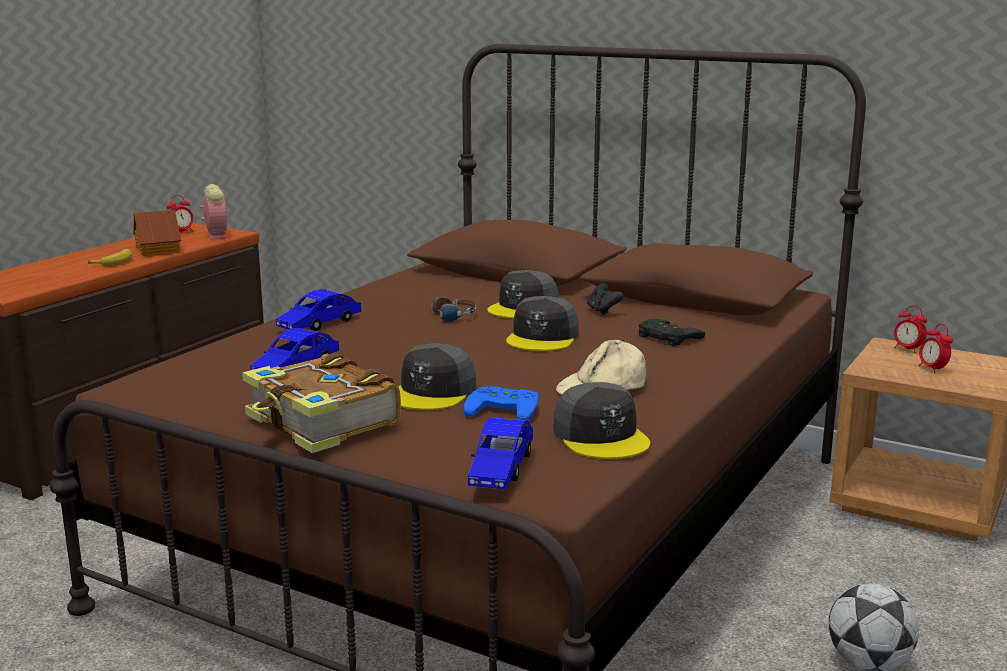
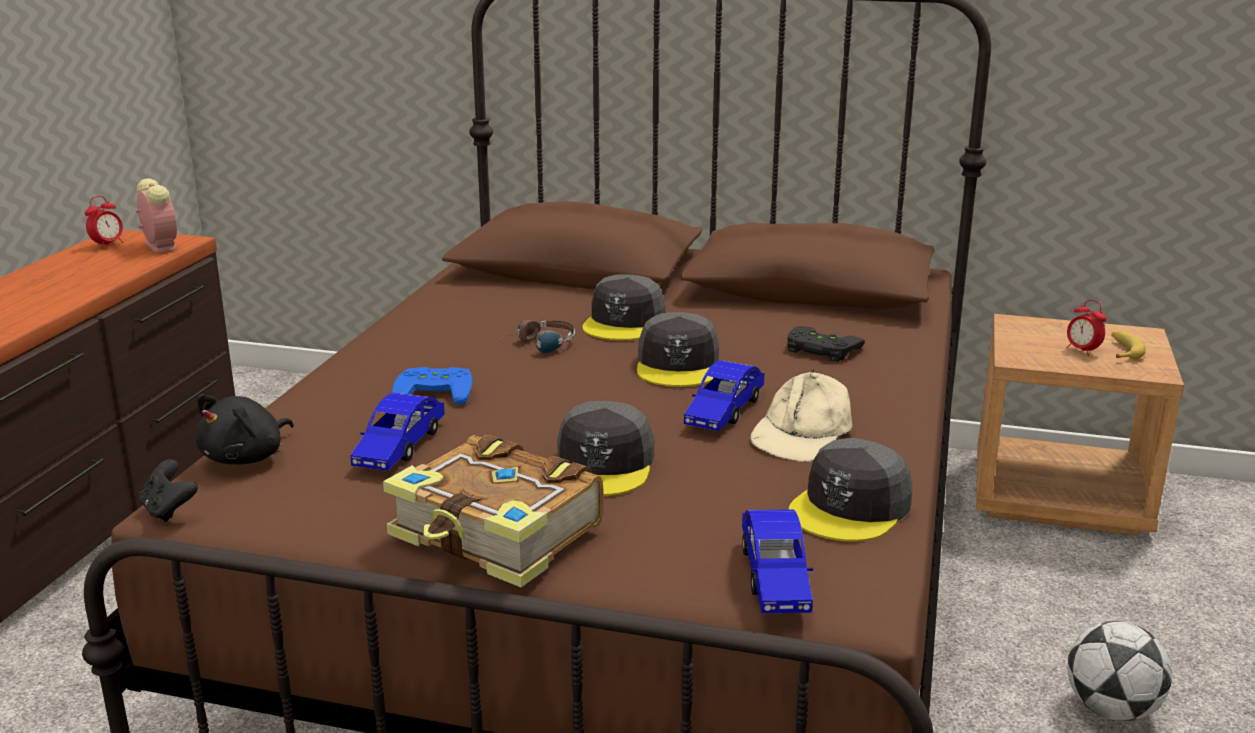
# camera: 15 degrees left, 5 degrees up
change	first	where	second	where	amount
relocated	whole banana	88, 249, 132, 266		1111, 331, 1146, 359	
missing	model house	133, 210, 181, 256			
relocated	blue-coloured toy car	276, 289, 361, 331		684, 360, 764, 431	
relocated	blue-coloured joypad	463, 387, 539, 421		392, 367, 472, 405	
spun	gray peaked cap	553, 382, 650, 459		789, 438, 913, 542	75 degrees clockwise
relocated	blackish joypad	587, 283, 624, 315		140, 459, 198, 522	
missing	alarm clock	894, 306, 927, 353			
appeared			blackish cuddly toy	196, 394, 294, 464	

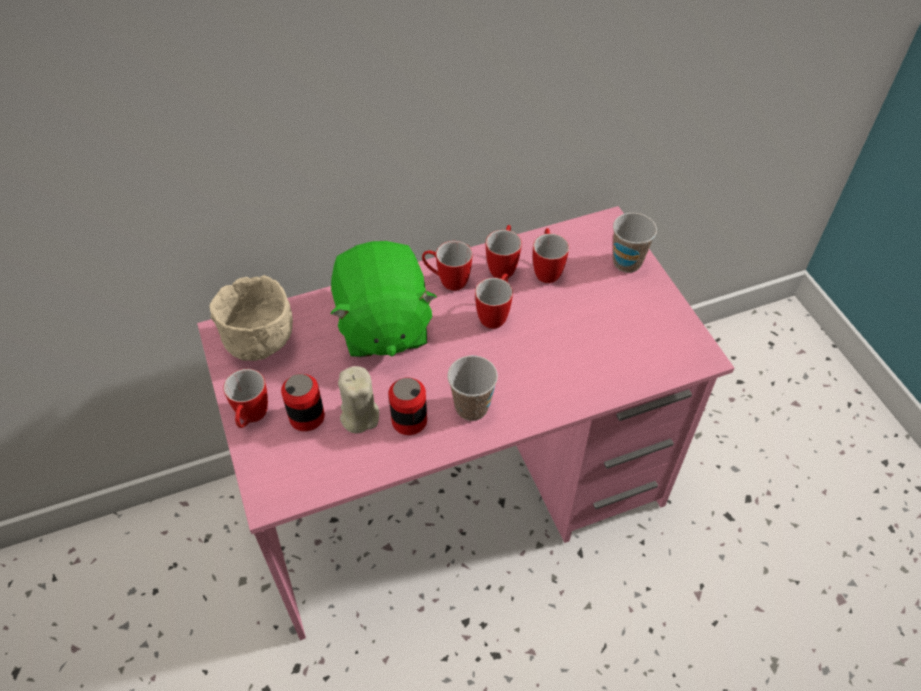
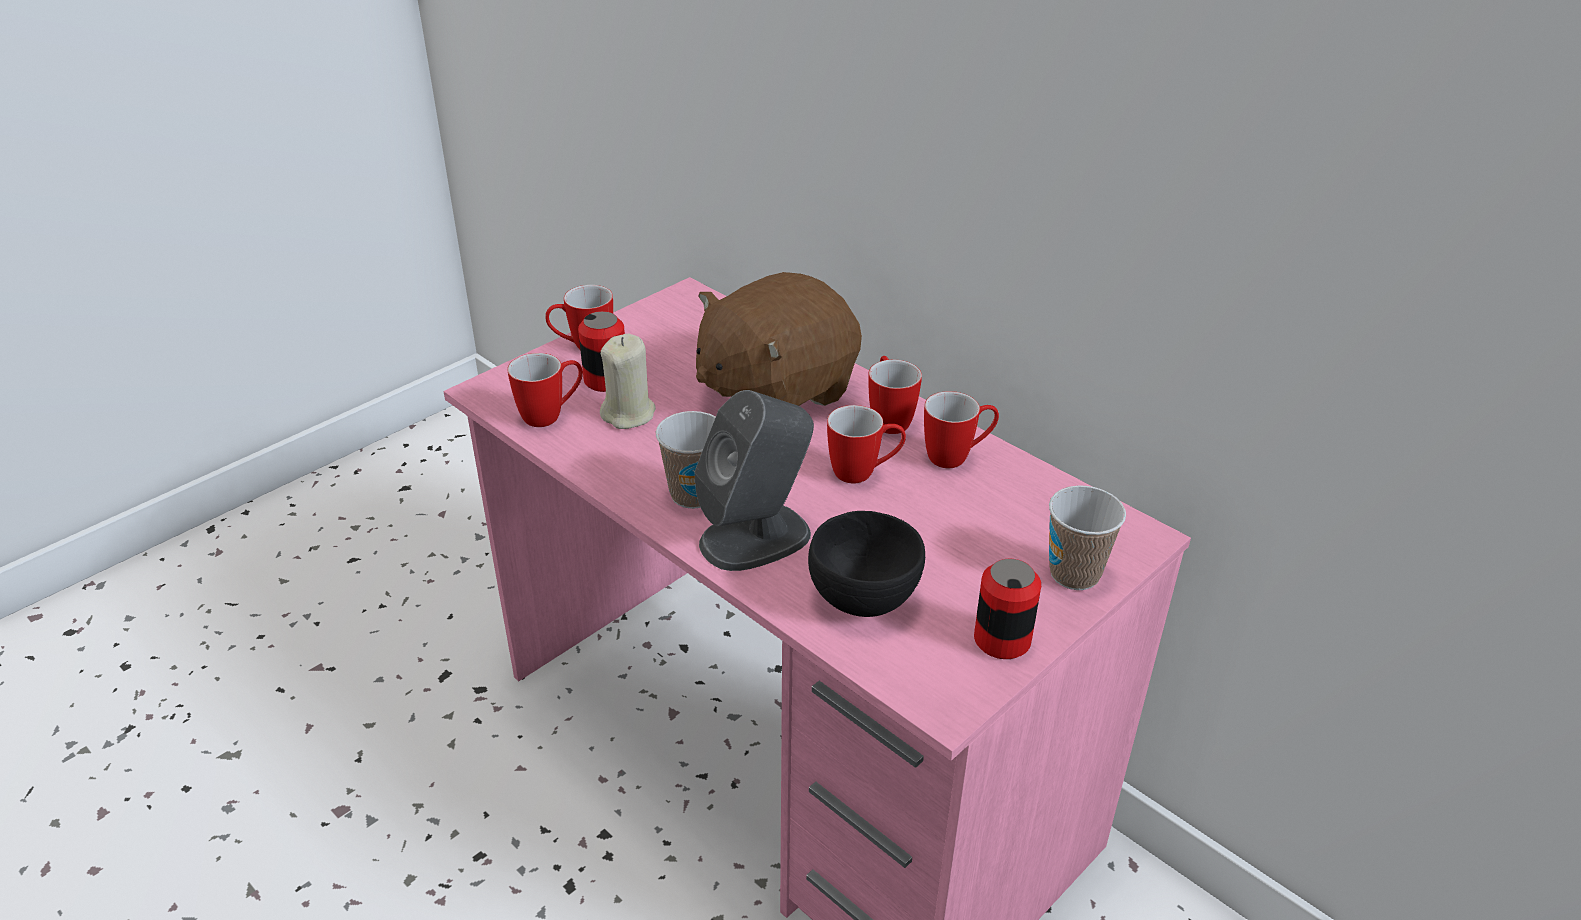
# camera: 65 degrees right, 15 degrees down
change	first	where	second	where	amount
missing	beige-coloured bowl	210, 275, 293, 361			
colour	green-coloured cuddly toy	330, 241, 437, 358	brown-coloured cuddly toy	696, 272, 862, 406	
relocated	sealed can	389, 378, 427, 435		974, 559, 1041, 659	
relocated	mug	533, 228, 569, 283		507, 353, 583, 427	
appeared			gray speaker	694, 390, 814, 571	
appeared			blackish bowl	808, 511, 925, 617	

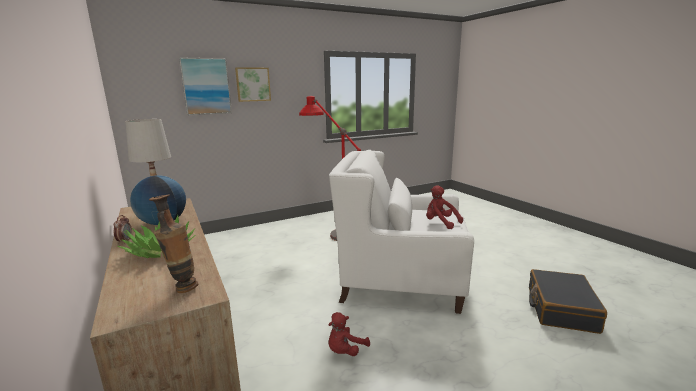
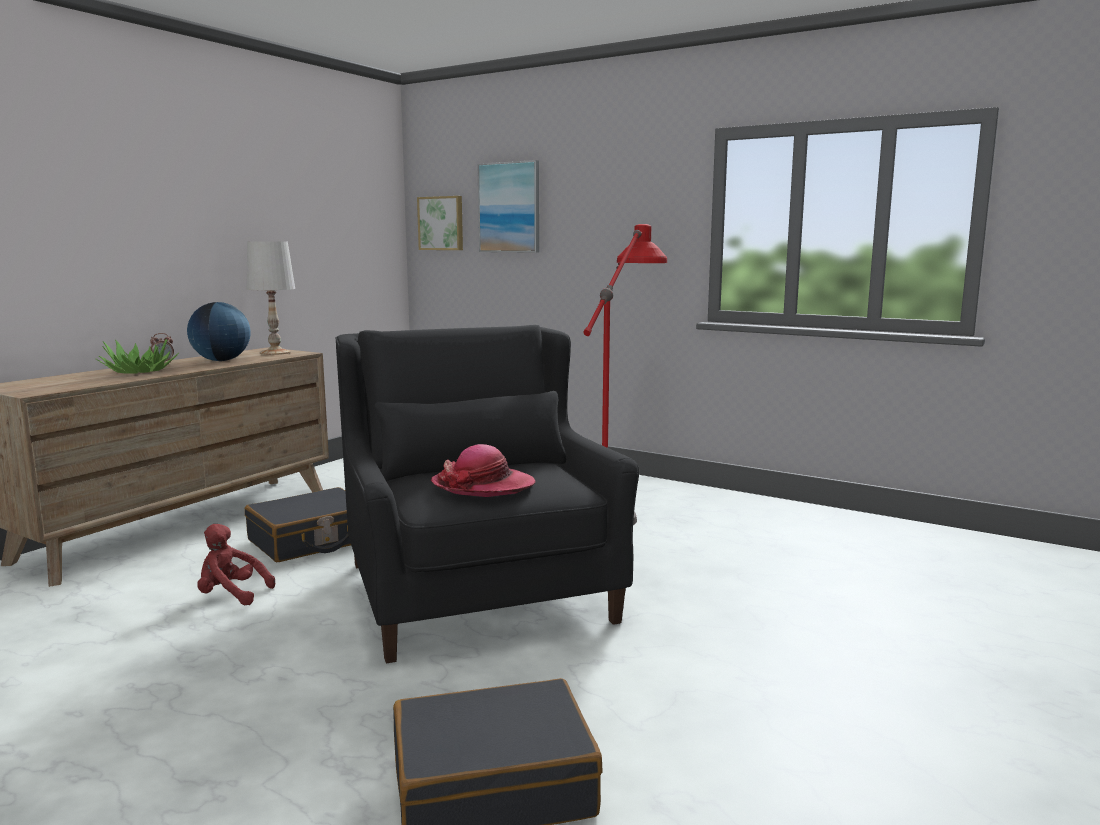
# camera: 60 degrees right, 5 degrees down
change	first	where	second	where	amount
missing	flower vase	149, 195, 198, 293			
relocated	picture	235, 67, 271, 102		417, 196, 463, 250	
colour	white-coloured armchair	329, 150, 474, 314	blackish armchair	335, 325, 639, 663	
exchanged	red cuddly toy	426, 185, 463, 229	wearable hat	431, 444, 535, 497	
appeared			blackish piece of luggage	245, 487, 351, 562	

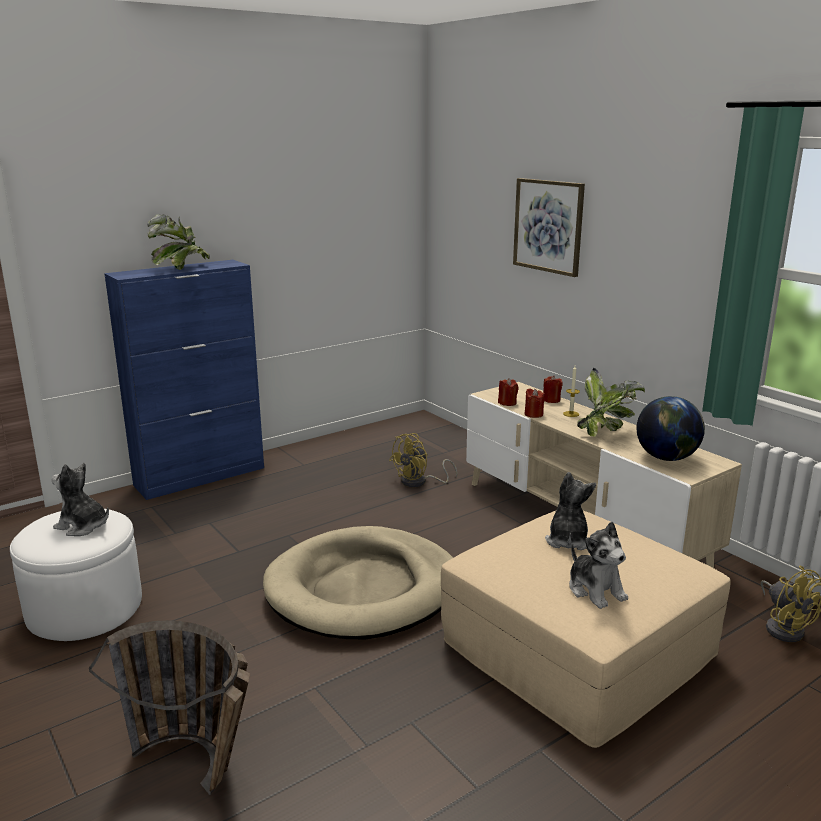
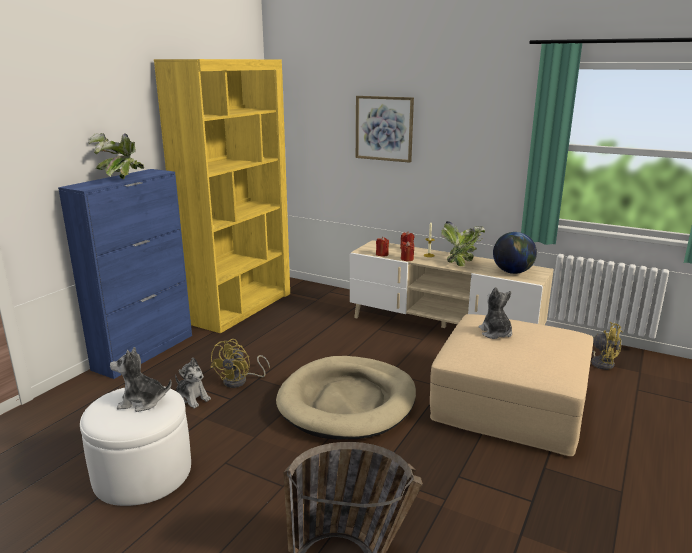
# camera: 25 degrees left, 0 degrees up
change	first	where	second	where	amount
relocated	yellow cooling fan	389, 433, 457, 487		210, 339, 270, 388	
relocated	cuddly toy	569, 522, 628, 609		175, 357, 211, 408	
appeared			yellow bookcase	154, 59, 290, 333	

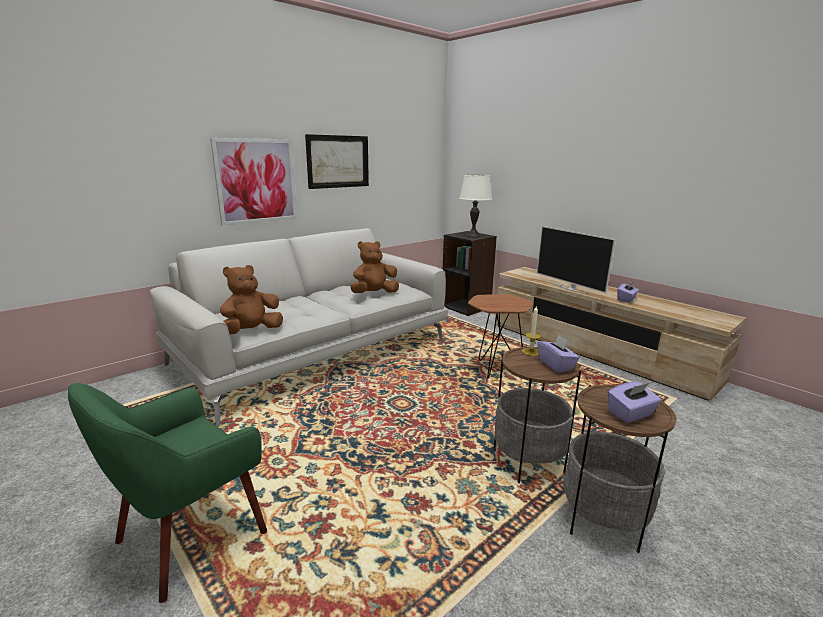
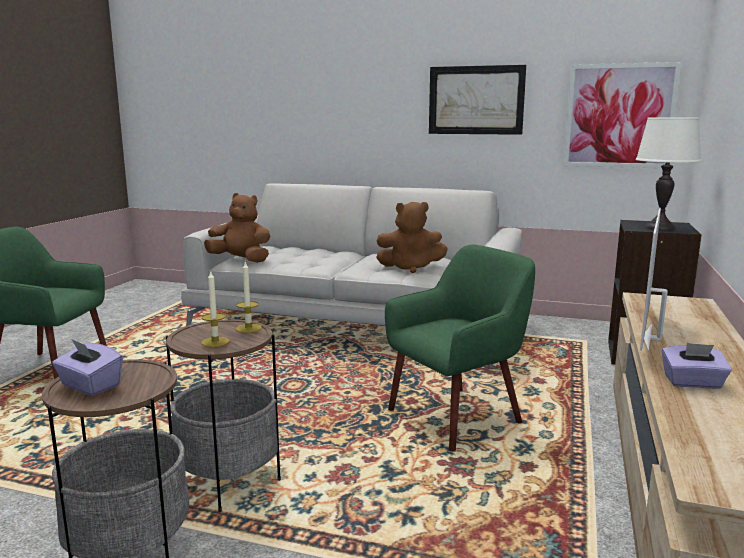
# camera: 60 degrees right, 5 degrees down
change	first	where	second	where	amount
relocated	picture	210, 138, 297, 226		563, 62, 682, 168	
spun	brown-coloured cuddly toy	350, 241, 399, 293		376, 202, 448, 273	150 degrees clockwise
exchanged	brown-coloured accent table	468, 295, 533, 379	green-coloured armchair	385, 245, 535, 451	
exchanged	purple-coloured box of tissues	538, 335, 579, 373	wax candle	201, 270, 229, 347	

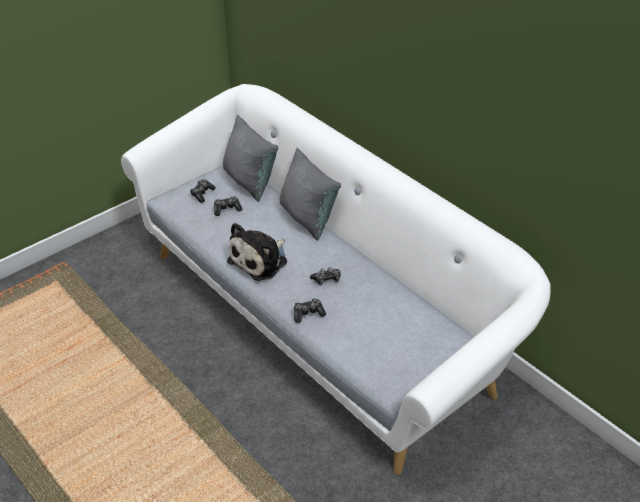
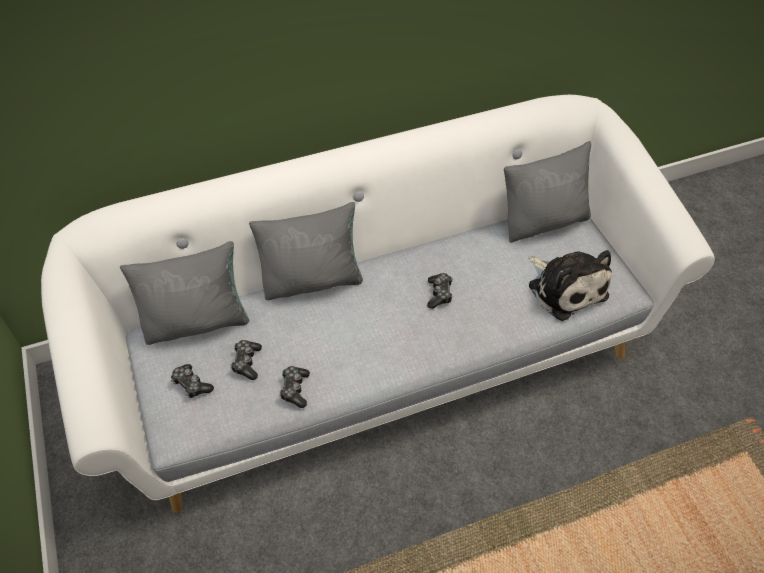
# camera: 70 degrees left, 10 degrees up
change	first	where	second	where	amount
relocated	cuddly toy	227, 223, 287, 281		529, 250, 612, 321	
relocated	joypad	294, 298, 326, 323		279, 366, 310, 408	
appeared			gray throw pillow	504, 141, 591, 243	

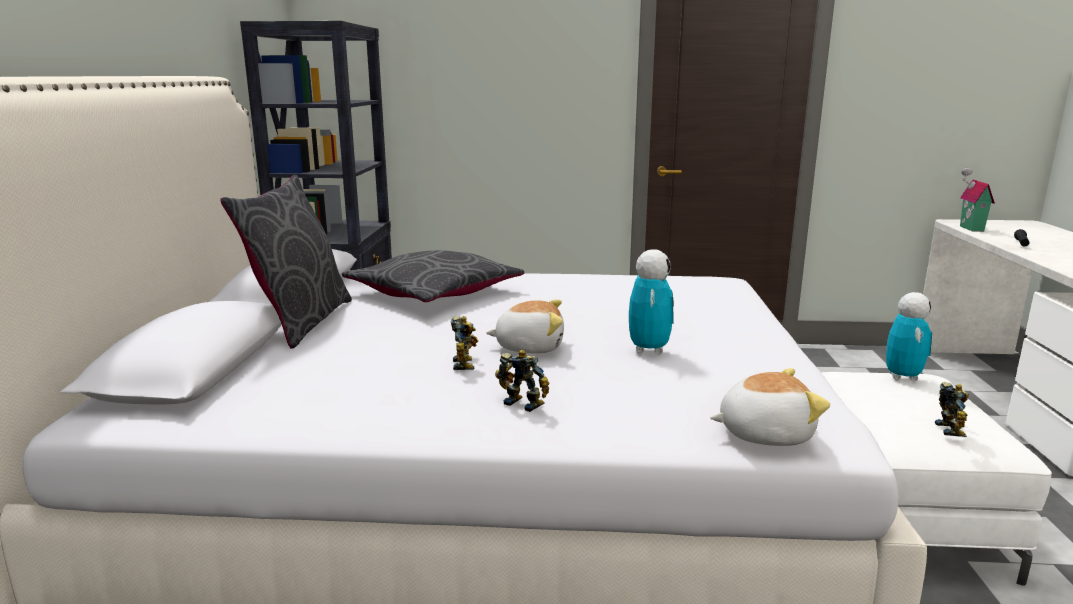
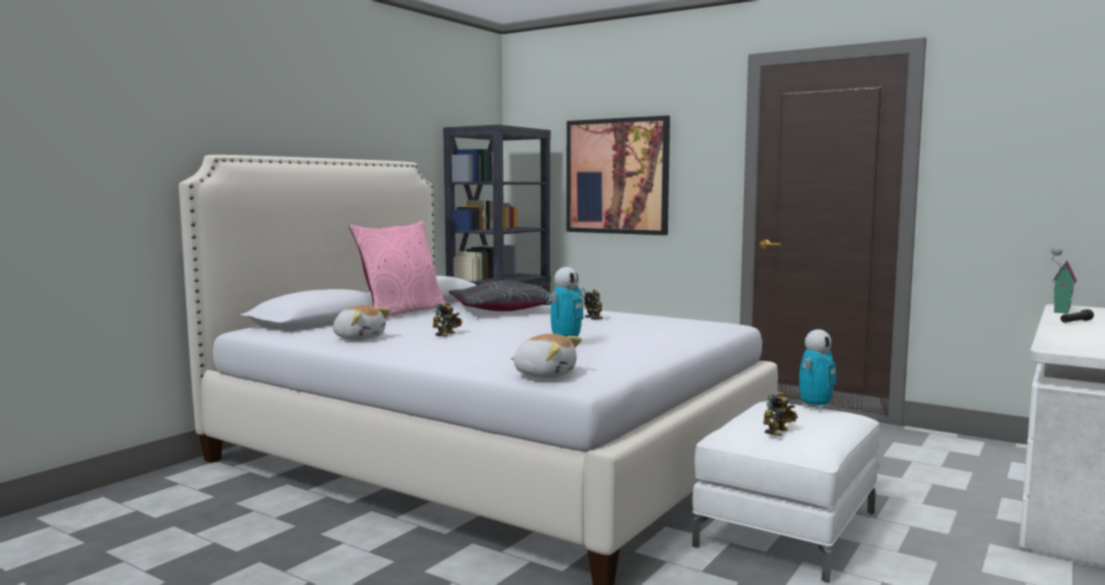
# camera: 30 degrees right, 10 degrees down
change	first	where	second	where	amount
colour	gray throw pillow	220, 175, 352, 349	pinkish throw pillow	349, 221, 445, 317	
relocated	cuddly toy	486, 300, 564, 354		333, 305, 391, 340	
relocated	model robot	495, 350, 549, 412		584, 289, 603, 320	
appeared			picture	566, 115, 670, 235	

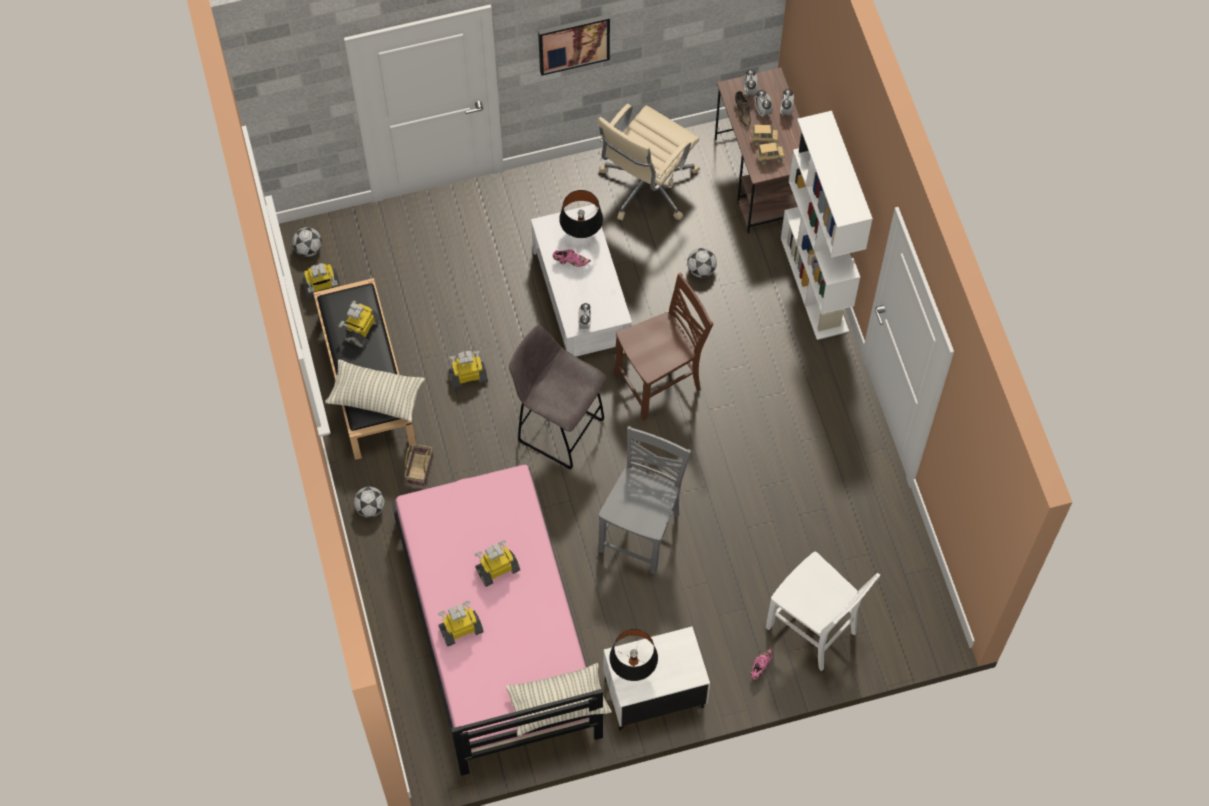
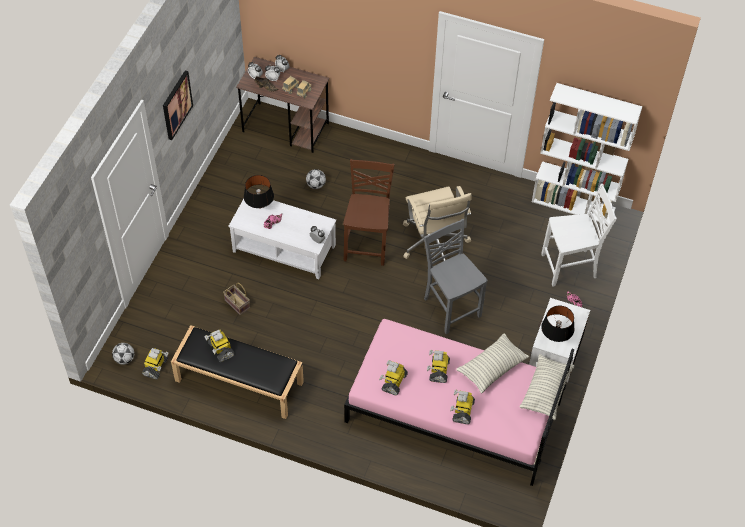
# camera: 55 degrees left, 10 degrees down
change	first	where	second	where	amount
relocated	throw pillow	325, 359, 425, 422		457, 333, 529, 393	
missing	ball for football	354, 487, 385, 518			
relocated	basket	404, 444, 433, 488		223, 283, 250, 315	
relocated	model robot	449, 351, 488, 389		379, 360, 408, 395	
missing	gray sitting stool	509, 325, 606, 470			
relocated	beige-coloured computer chair	598, 104, 700, 221		403, 186, 472, 261	
relocated	white-coloured bookcase	781, 111, 873, 340		532, 83, 642, 224	

